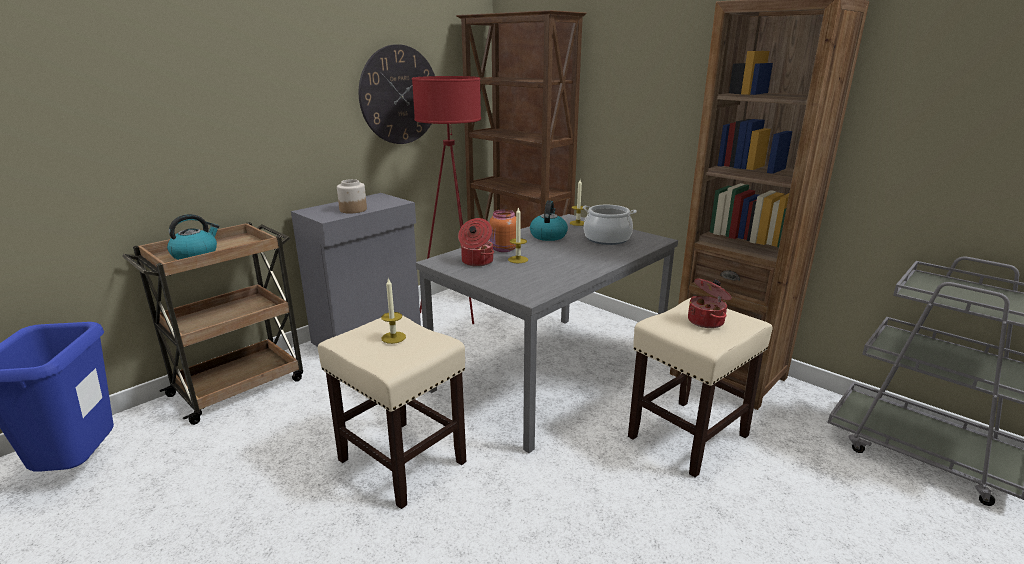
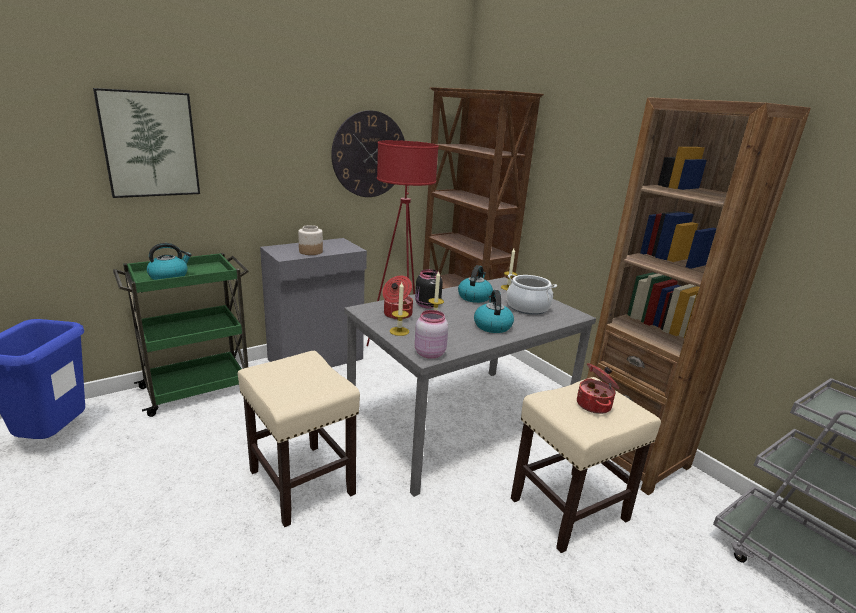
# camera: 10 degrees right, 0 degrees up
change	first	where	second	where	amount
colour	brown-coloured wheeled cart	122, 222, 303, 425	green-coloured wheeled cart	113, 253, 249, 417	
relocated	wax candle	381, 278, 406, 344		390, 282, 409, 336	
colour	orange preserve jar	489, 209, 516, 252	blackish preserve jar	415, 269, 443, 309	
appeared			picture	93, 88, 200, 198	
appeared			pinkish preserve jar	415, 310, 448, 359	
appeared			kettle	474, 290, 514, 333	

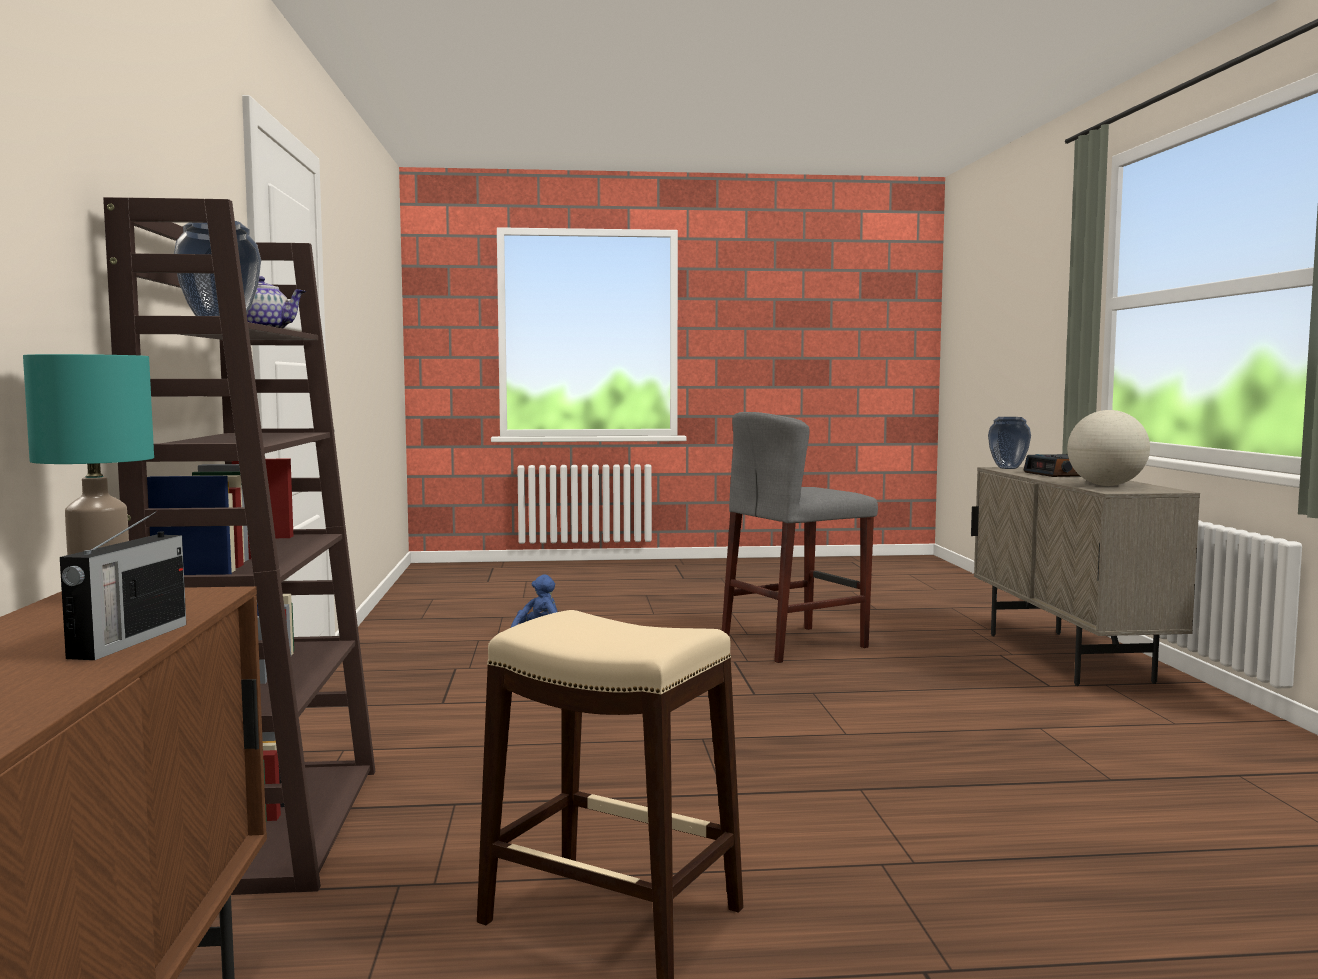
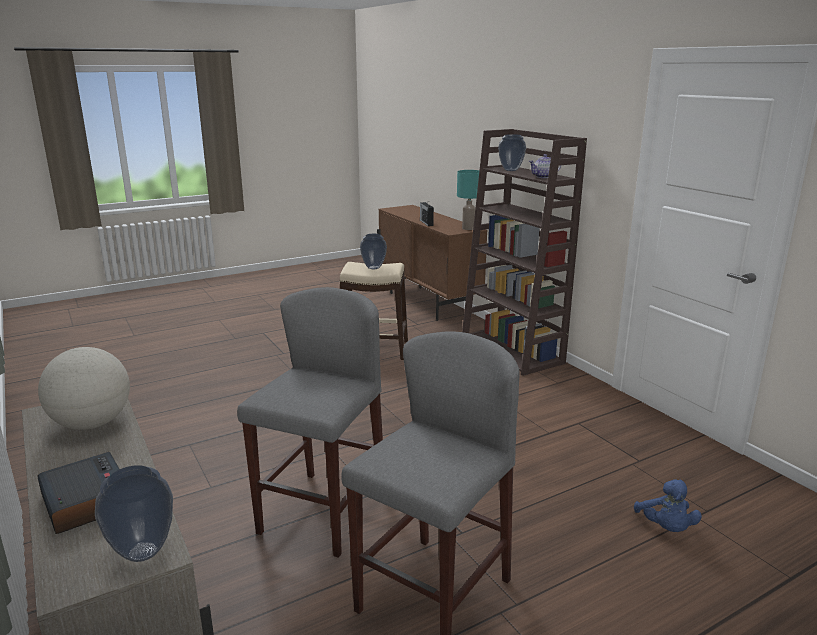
# camera: 155 degrees right, 15 degrees up
change	first	where	second	where	amount
appeared			gray sitting stool	237, 287, 383, 558	
appeared			flower vase	360, 234, 387, 269	

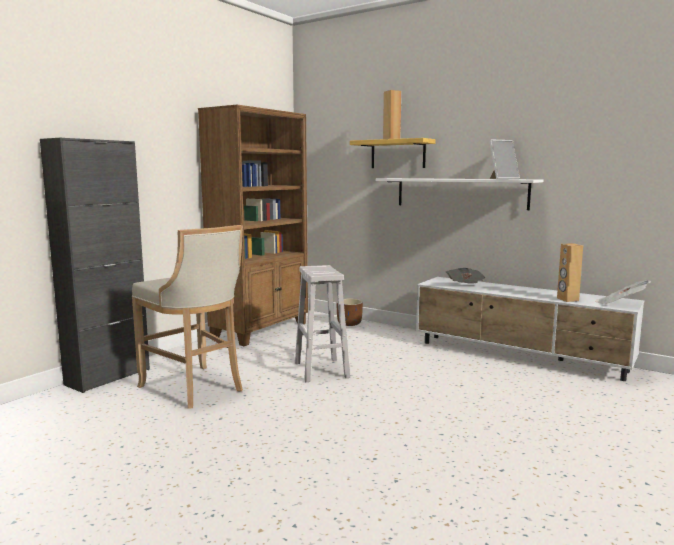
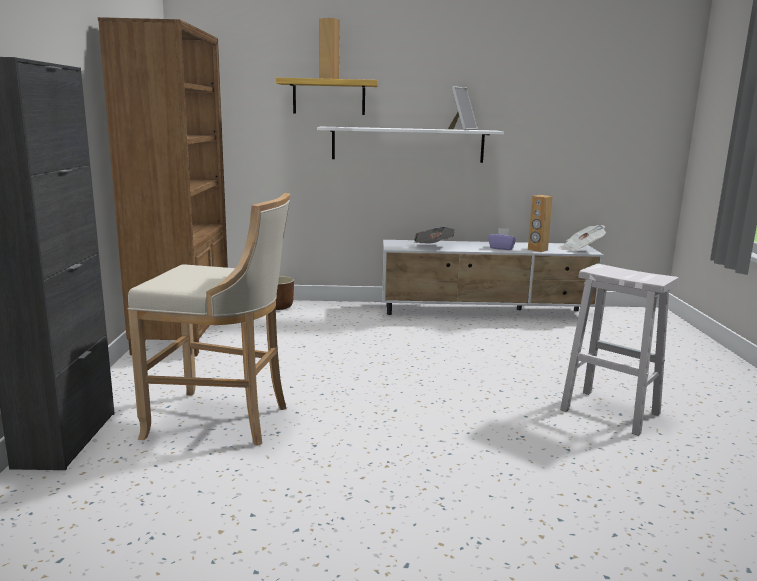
# camera: 35 degrees left, 5 degrees up
change	first	where	second	where	amount
relocated	white-coloured sitting stool	295, 265, 350, 382		560, 264, 679, 436	
appeared			purple-coloured box of tissues	488, 228, 517, 250	

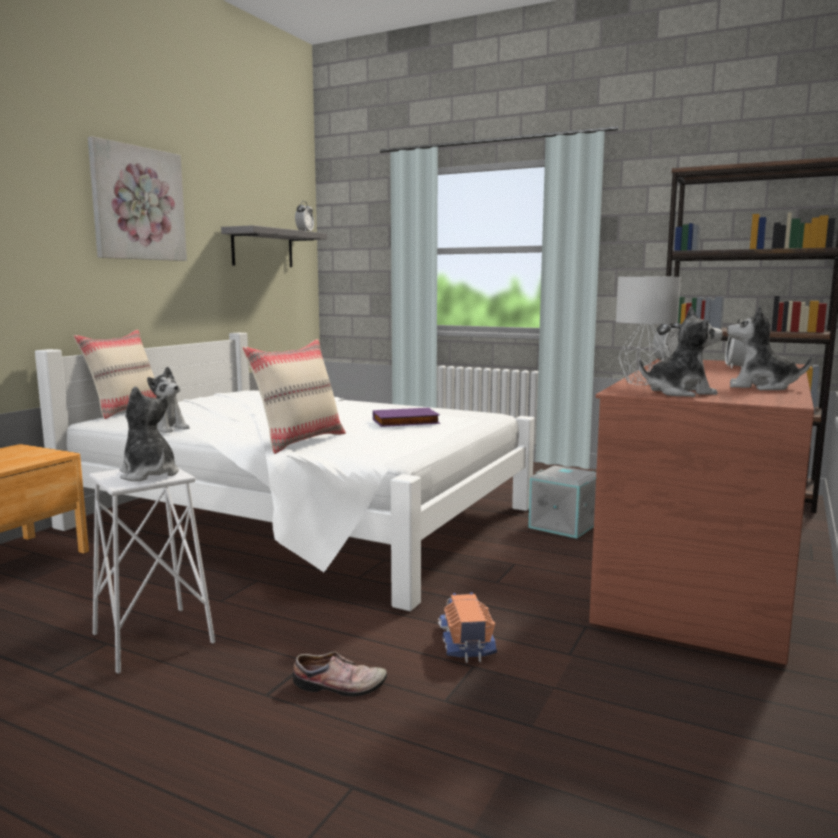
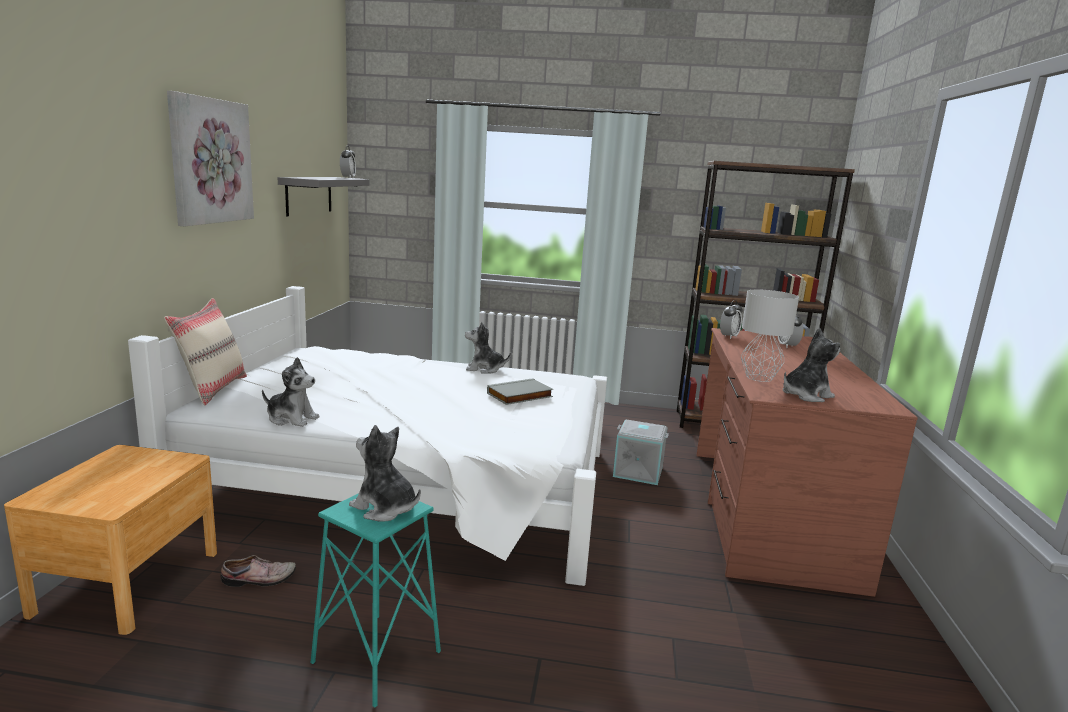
# camera: 20 degrees left, 5 degrees up
change	first	where	second	where	amount
colour	white-coloured sitting stool	89, 468, 215, 674	turquoise-coloured sitting stool	311, 493, 441, 708	
missing	beige-coloured throw pillow	242, 339, 346, 454			
relocated	item of footwear	293, 652, 387, 696		221, 555, 296, 587	
colour	purple-coloured book	373, 408, 440, 427	gray book	487, 378, 553, 405	
missing	model truck	438, 593, 497, 663			
relocated	cuddly toy	727, 305, 812, 390		465, 321, 511, 374	

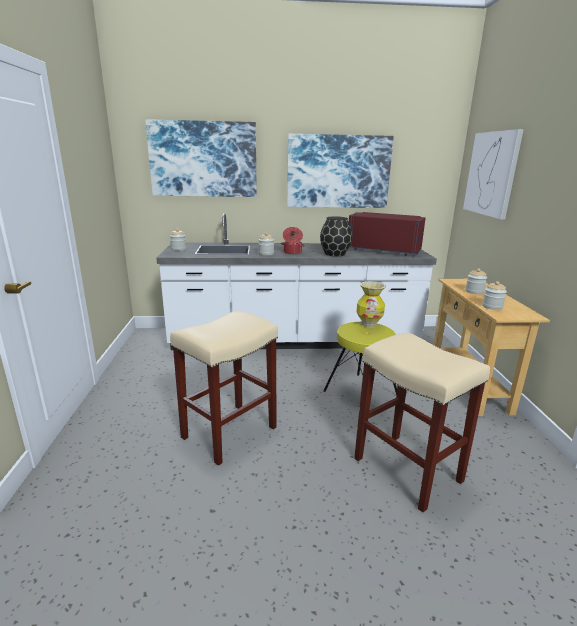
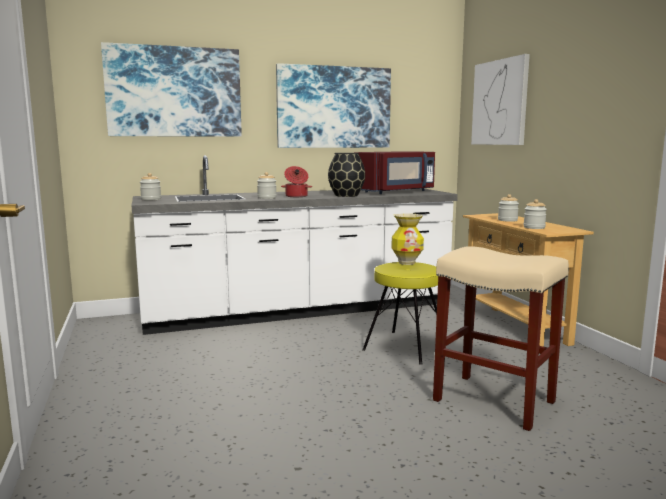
# camera: 15 degrees left, 10 degrees down
change	first	where	second	where	amount
missing	beige-coloured sitting stool	170, 310, 278, 466			
spun	red kitchen microwave	349, 212, 426, 256		354, 151, 435, 194	135 degrees clockwise

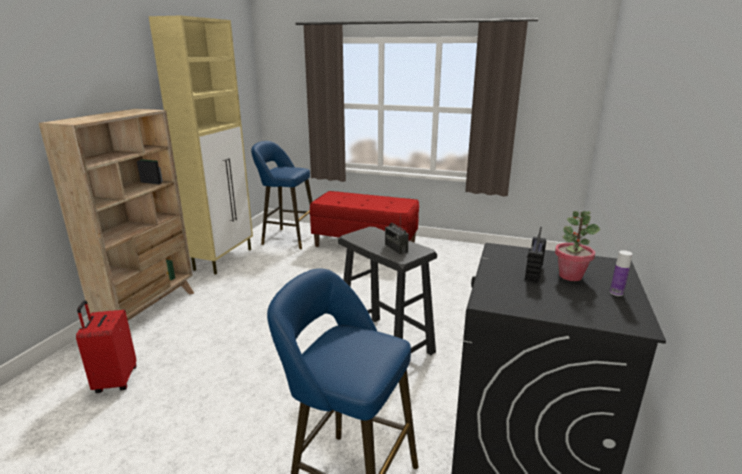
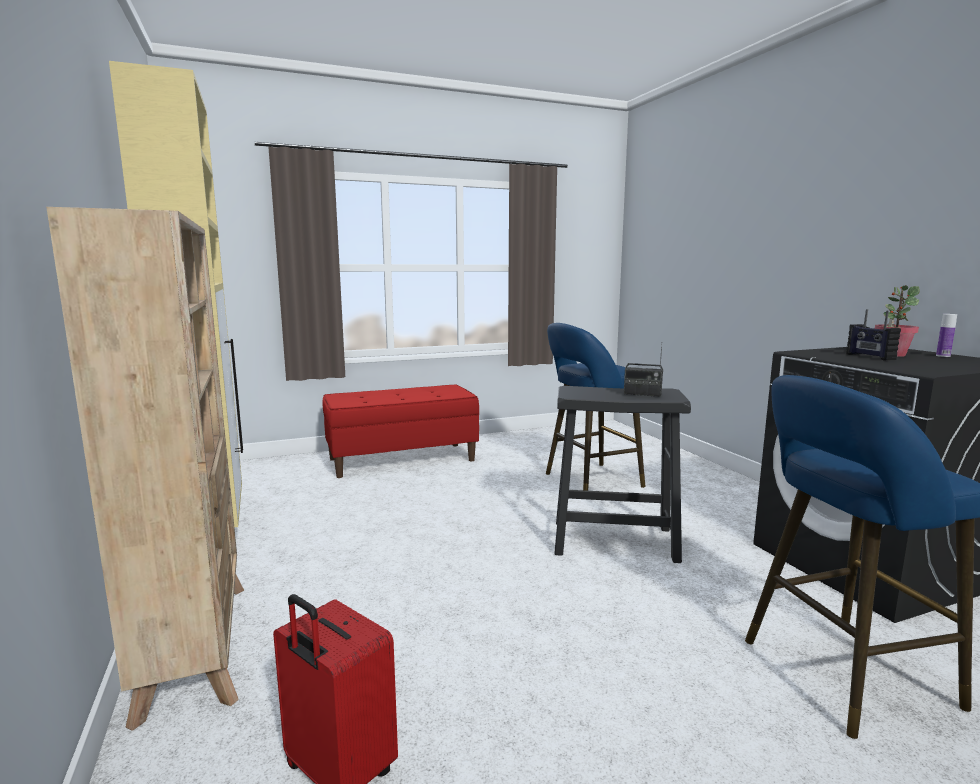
# camera: 40 degrees left, 10 degrees down
change	first	where	second	where	amount
relocated	blue-coloured sitting stool	251, 141, 313, 249		546, 323, 646, 491	

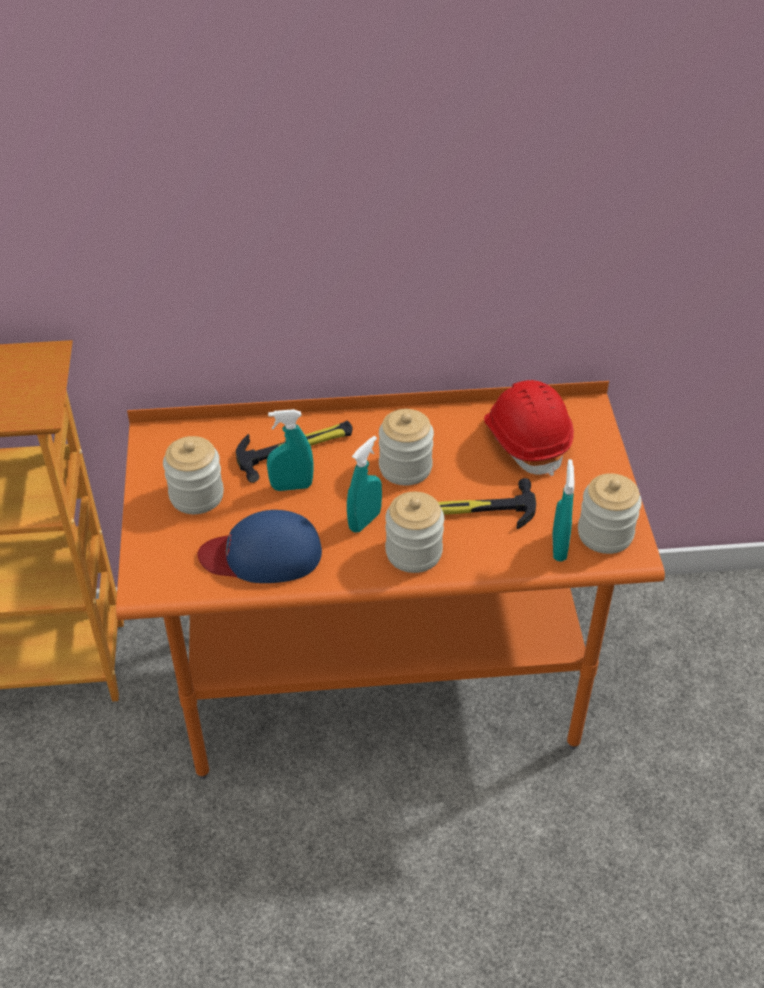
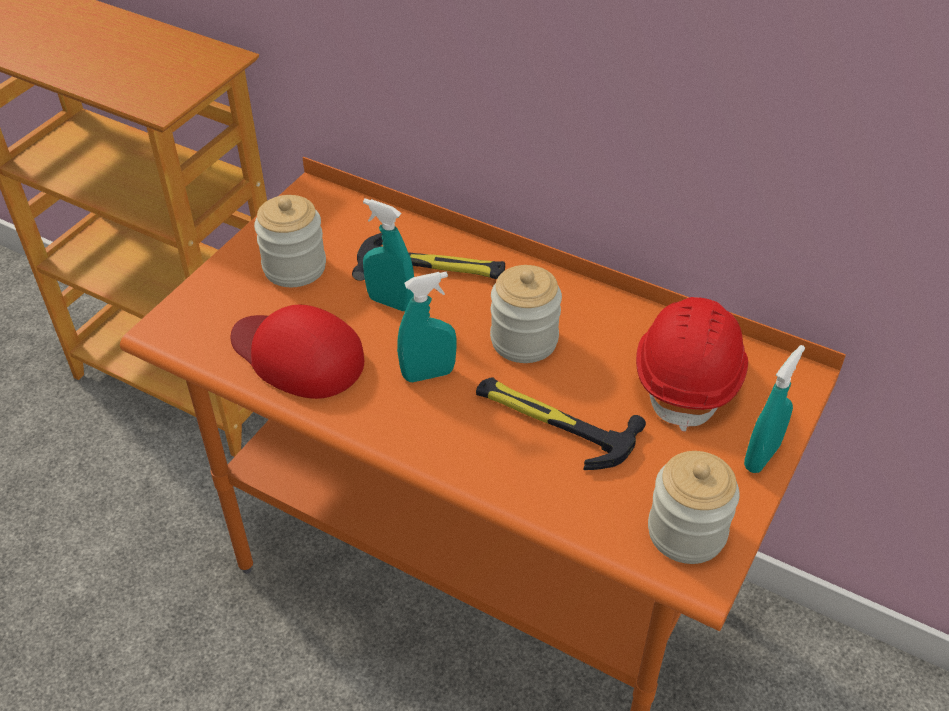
# camera: 35 degrees right, 0 degrees up
change	first	where	second	where	amount
colour	blue-coloured peaked cap	197, 510, 322, 583	red peaked cap	231, 305, 364, 399	
missing	preserve jar	385, 492, 444, 573			
relocated	turquoise-coloured spray bottle	553, 459, 575, 562		744, 345, 805, 473	

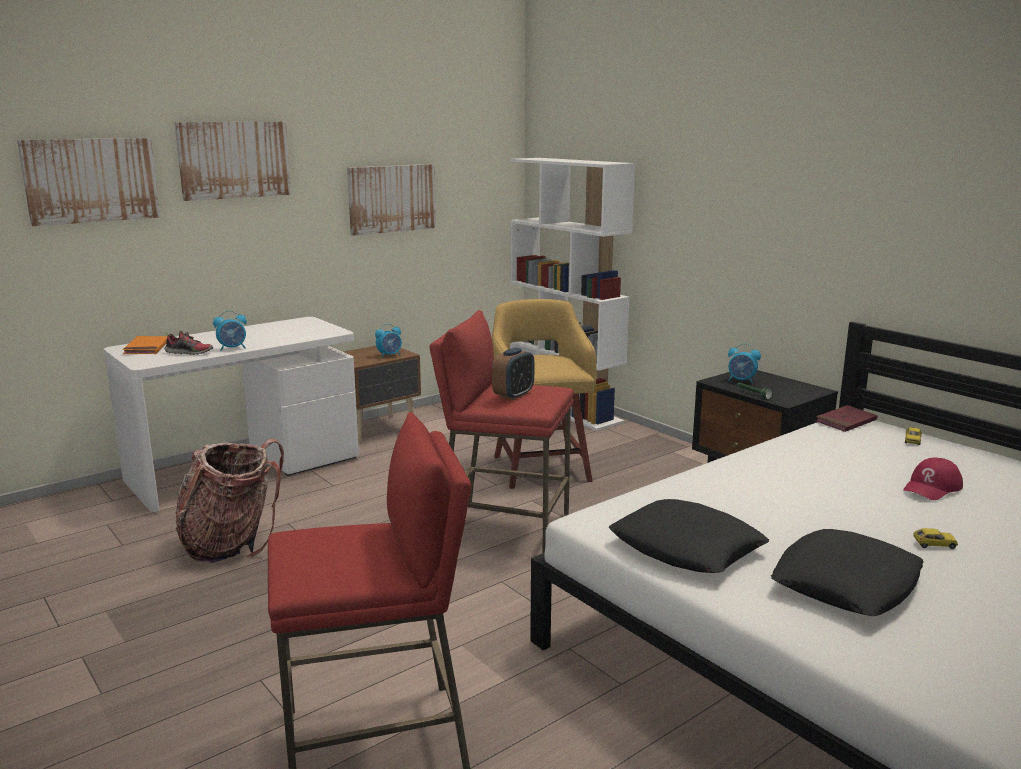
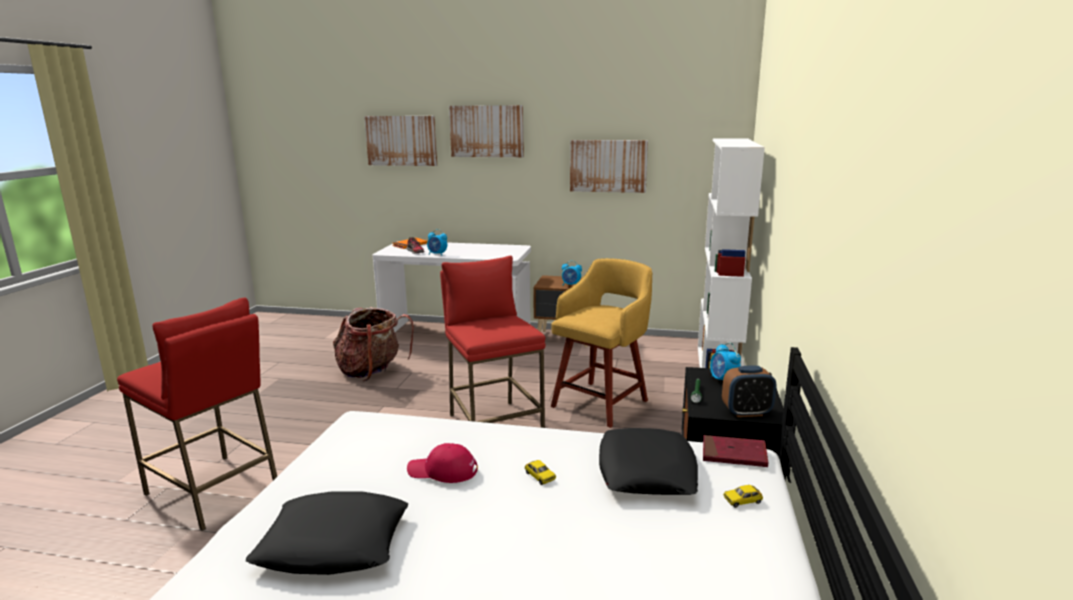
# camera: 50 degrees right, 0 degrees up
change	first	where	second	where	amount
relocated	alarm clock	492, 347, 534, 400		722, 366, 776, 417	
relocated	blackish throw pillow	609, 499, 769, 573		599, 428, 698, 495	
relocated	red peaked cap	903, 458, 963, 500		407, 443, 478, 483	
relocated	toy car	913, 528, 958, 549		525, 460, 556, 485	

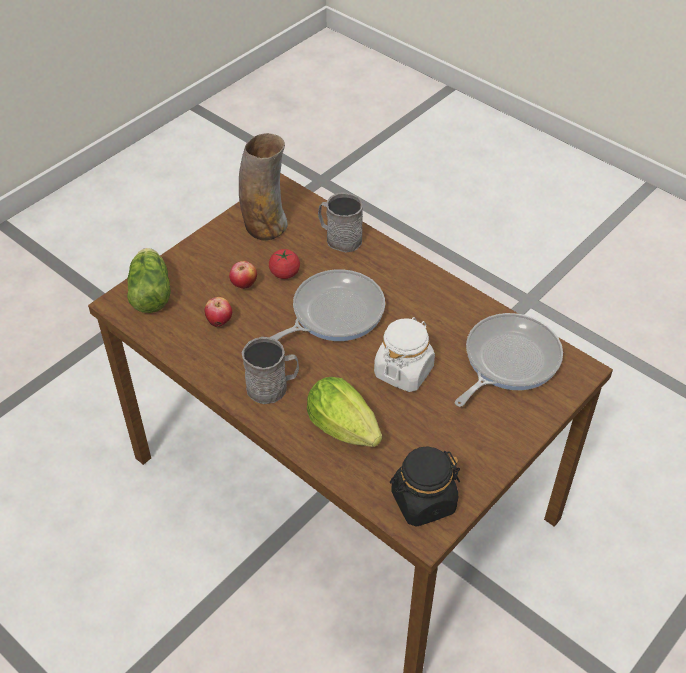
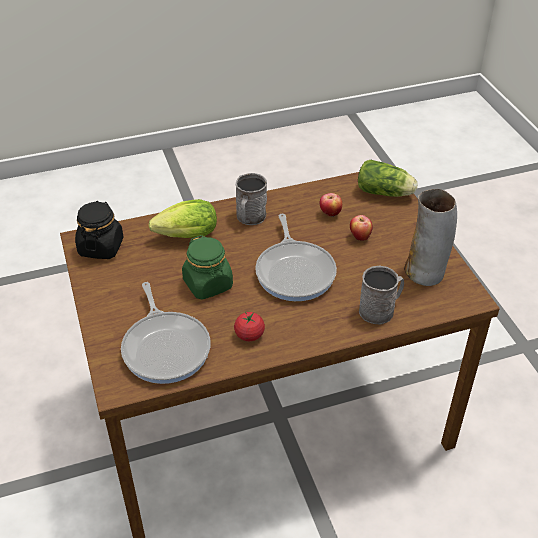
# camera: 120 degrees right, 5 degrees down
change	first	where	second	where	amount
relocated	whole tomato	269, 249, 300, 279		234, 312, 265, 341	
colour	white-coloured preserve jar	374, 317, 435, 392	green-coloured preserve jar	182, 235, 233, 300	

